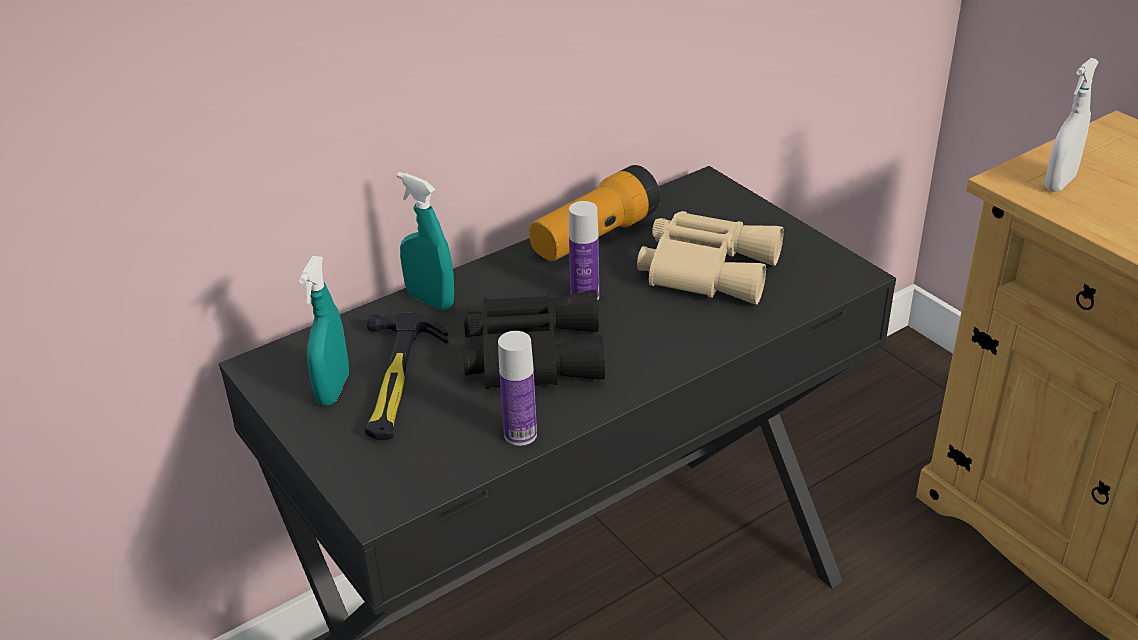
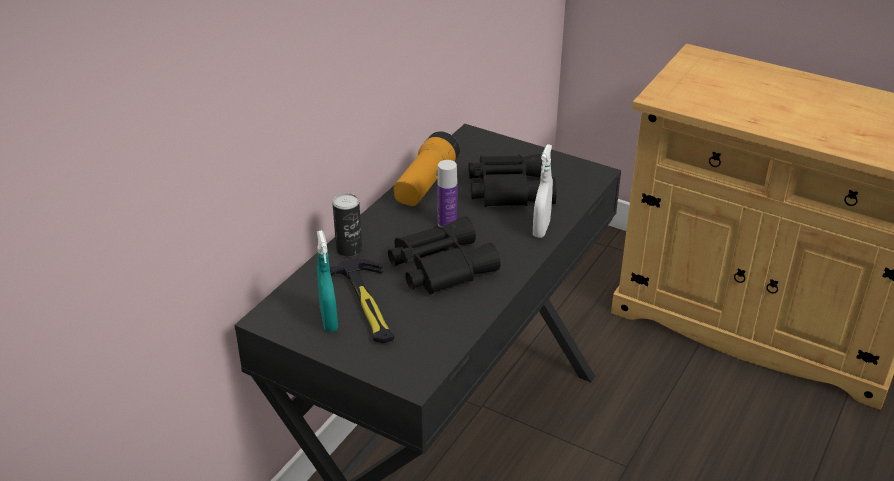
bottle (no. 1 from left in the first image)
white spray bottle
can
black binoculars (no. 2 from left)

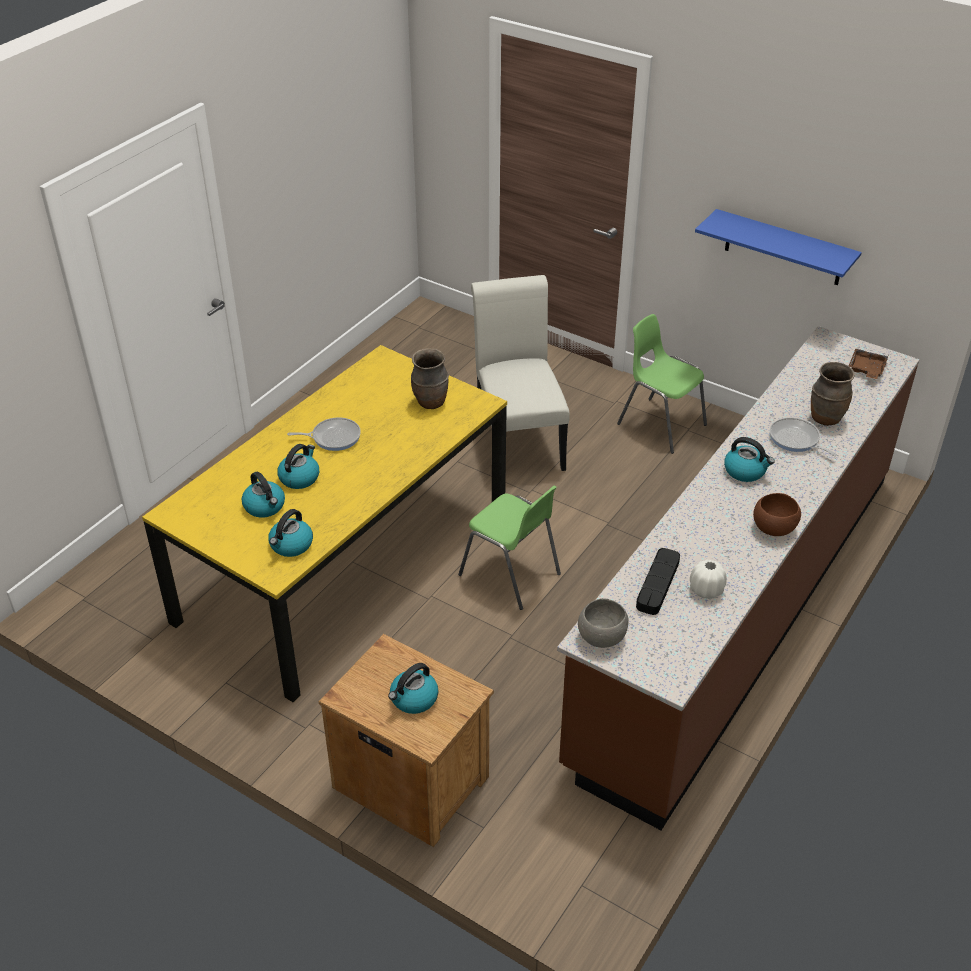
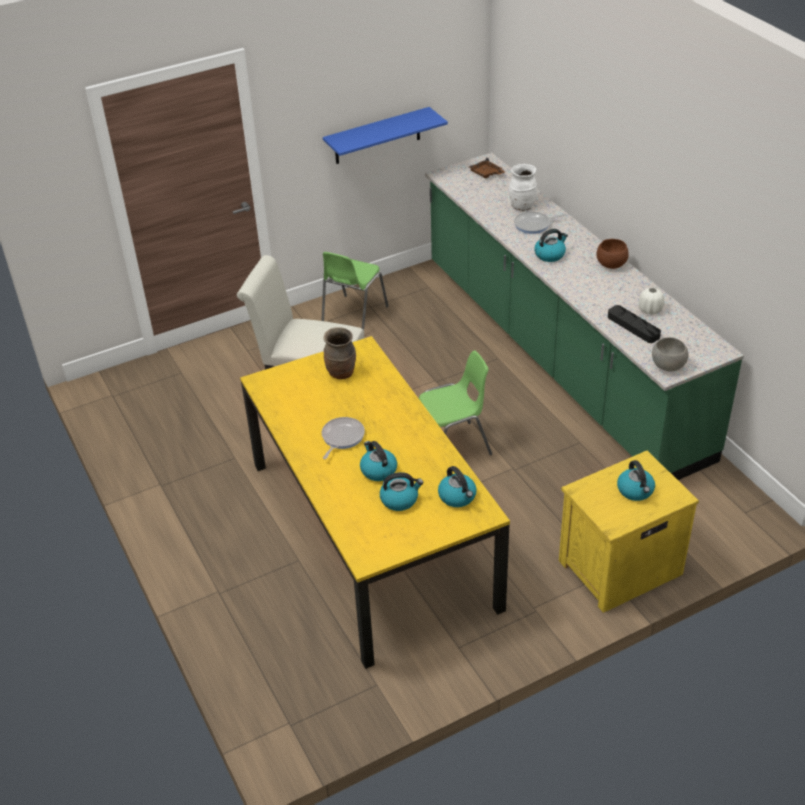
yellow nightstand
green counter
white vase (no. 1 from left)
green chair (no. 1 from left)

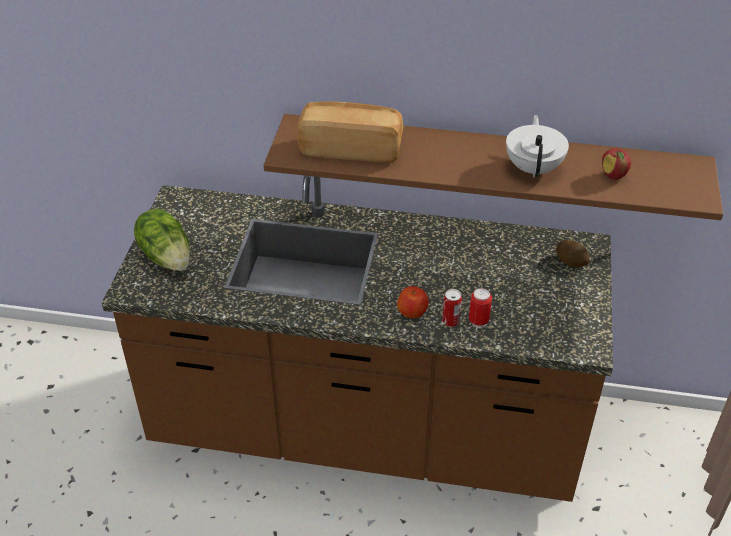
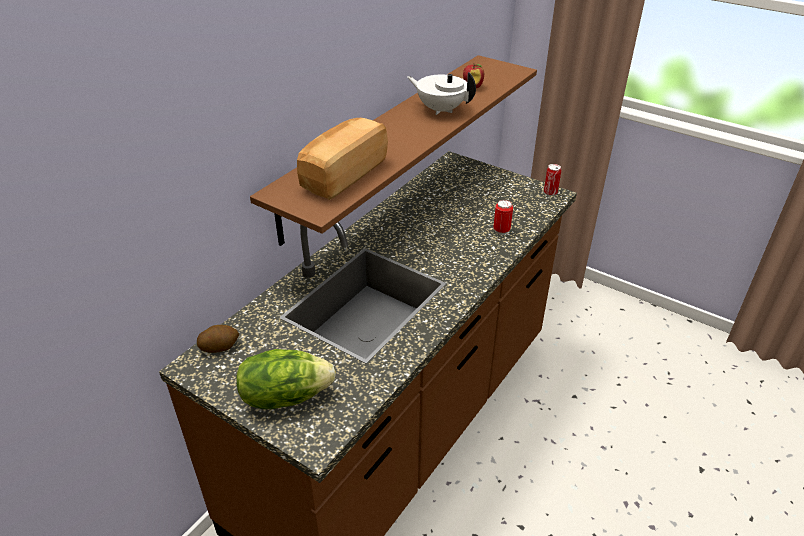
apple (no. 1 from left in the first image)
can (no. 2 from left)
potato

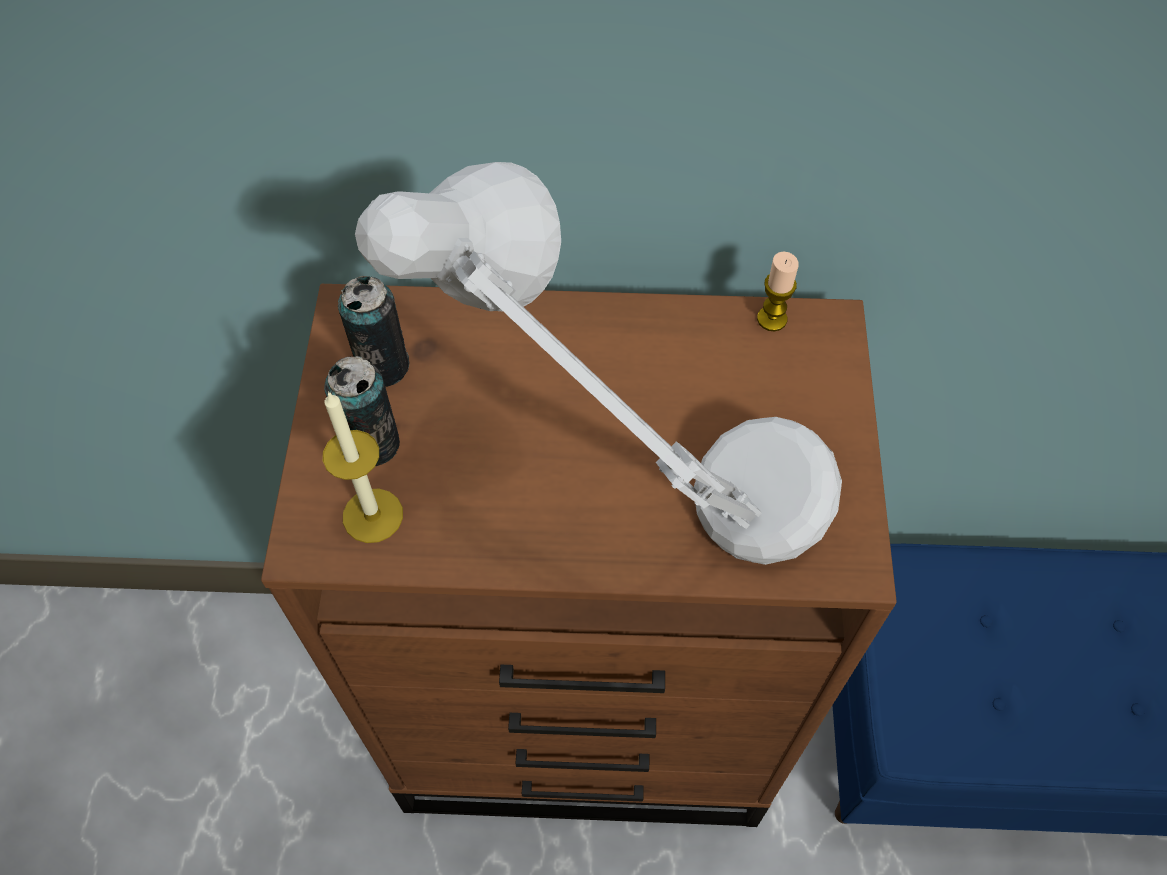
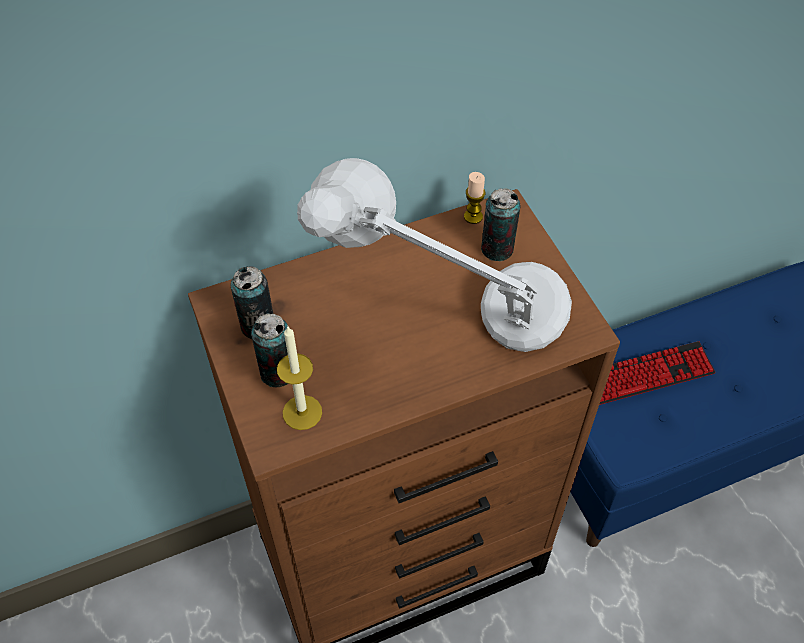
can (no. 3 from left)
keyboard

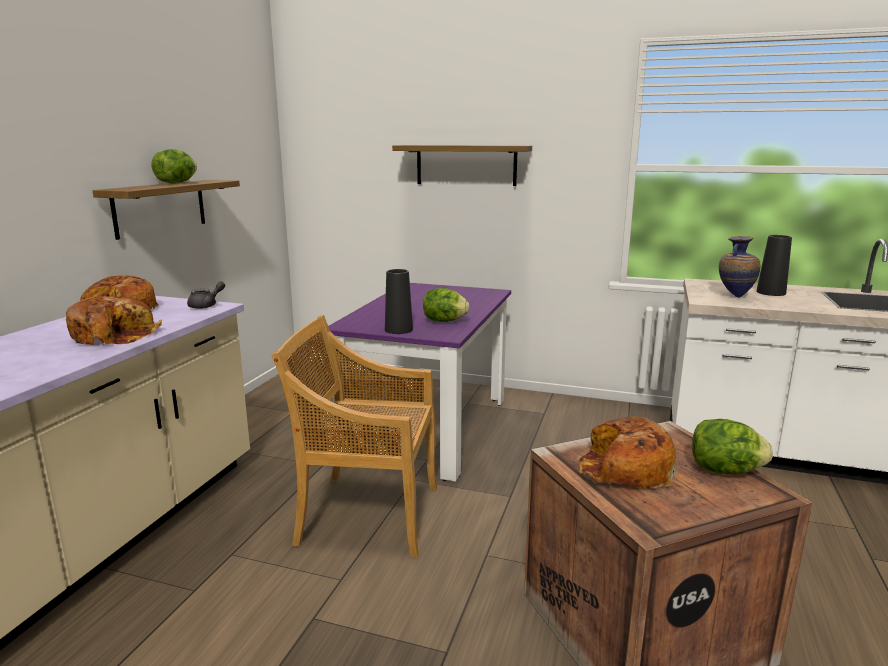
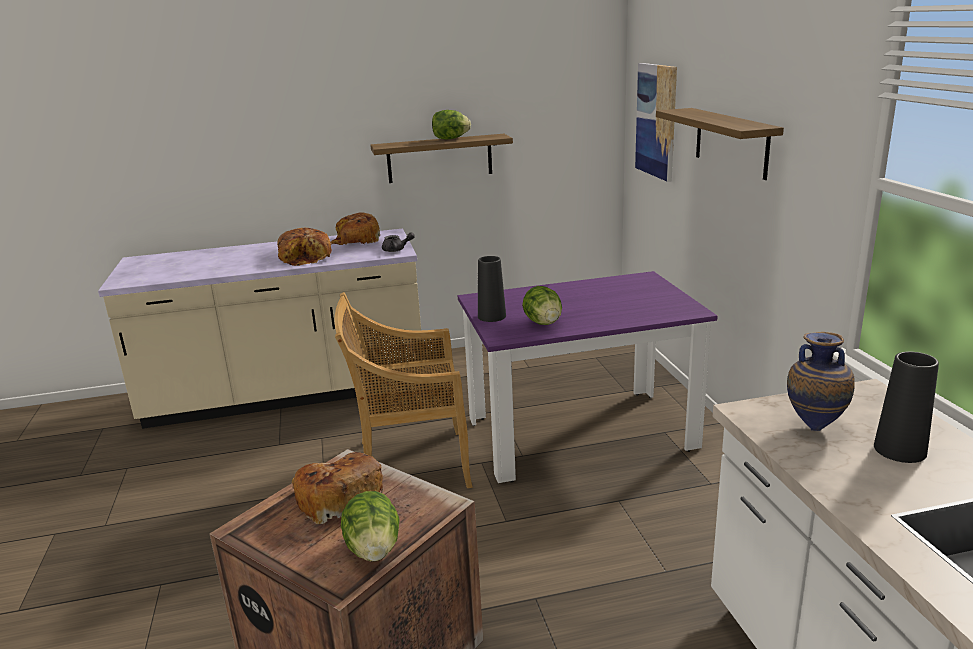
picture
beige chair

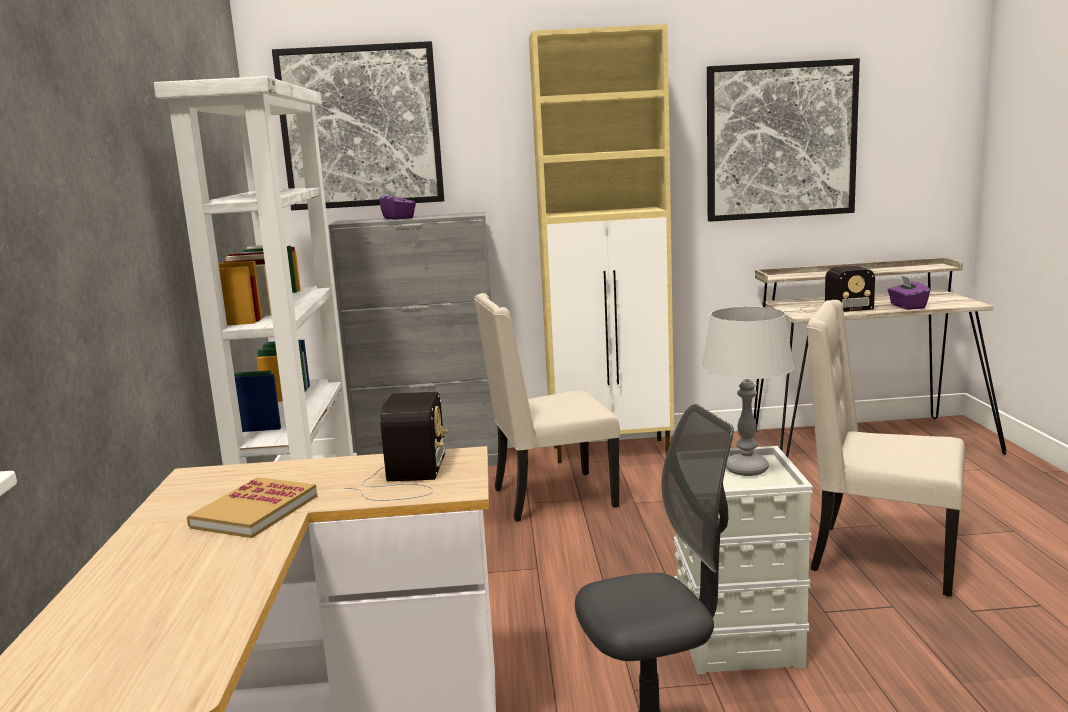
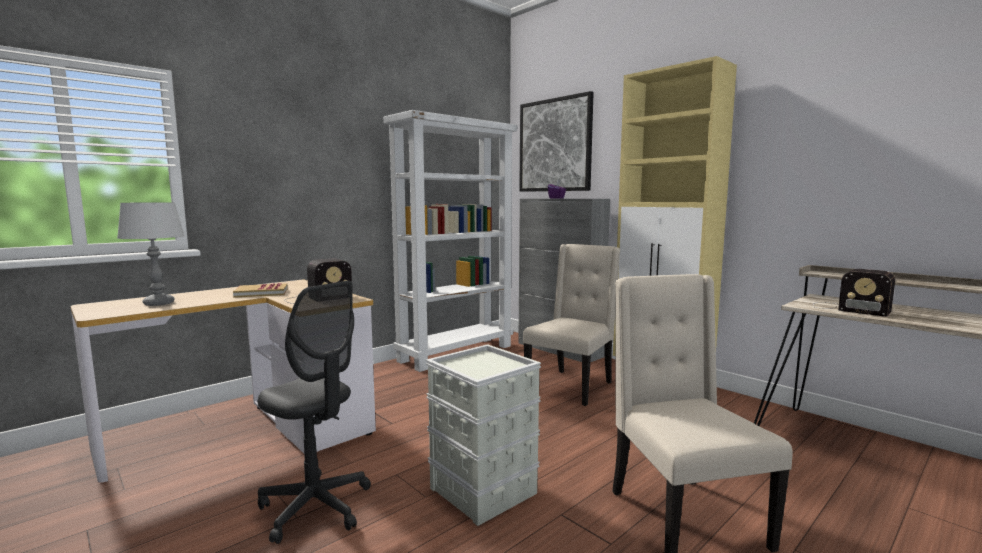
picture (no. 2 from left in the first image)
purple tissue box (no. 2 from left in the first image)
grey table lamp
beige chair (no. 1 from left)

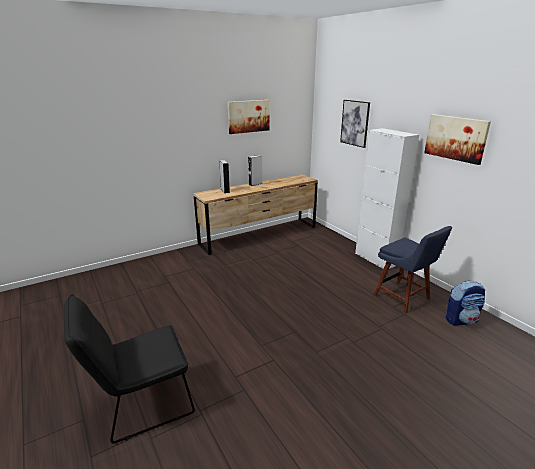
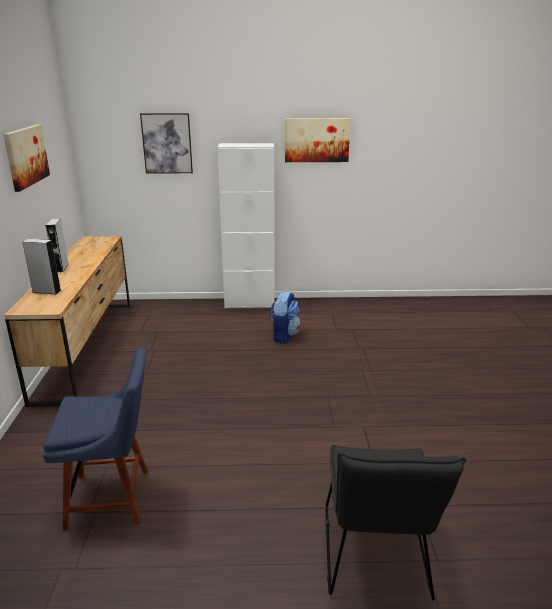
blue chair
backpack

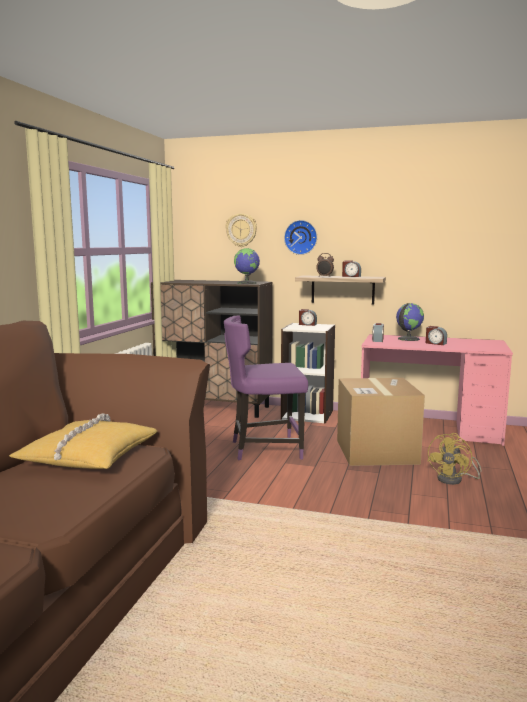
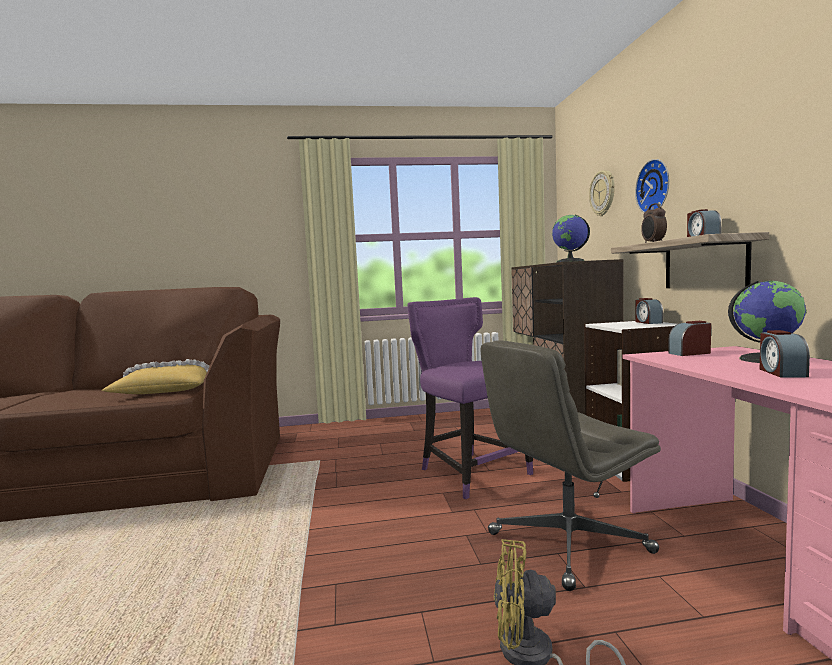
grey office chair

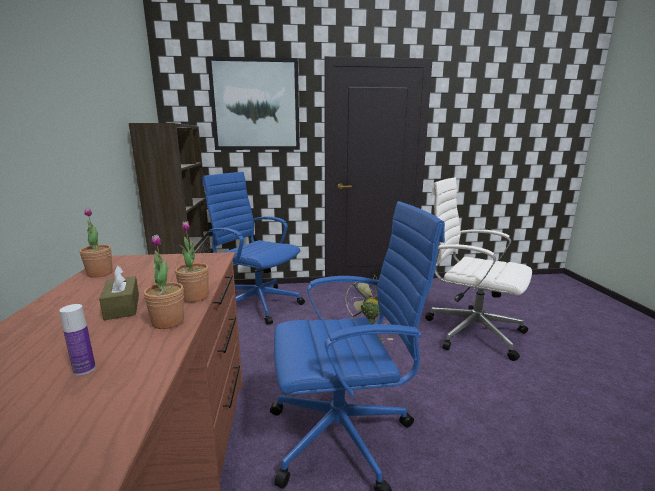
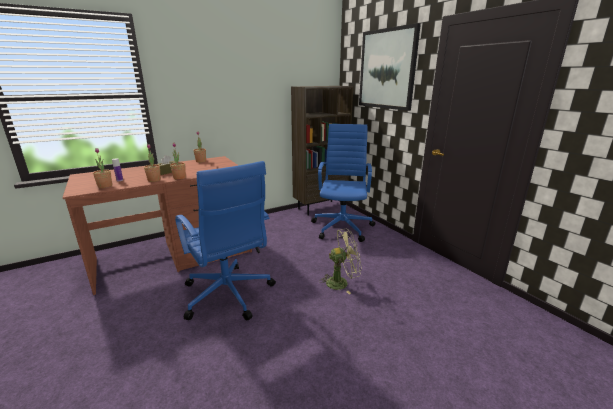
white office chair
potted plant (no. 1 from left)

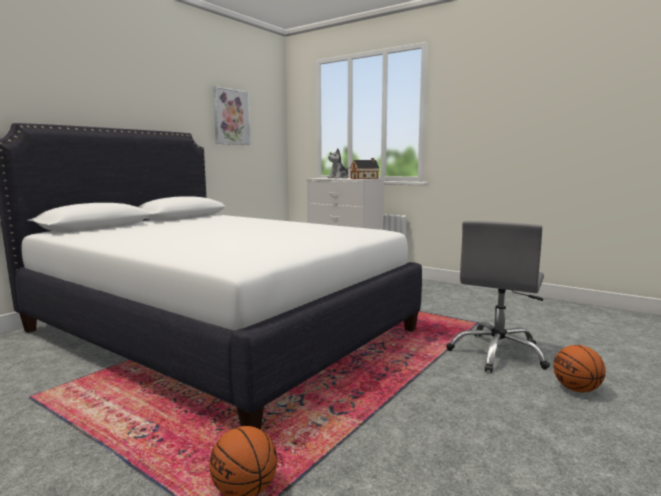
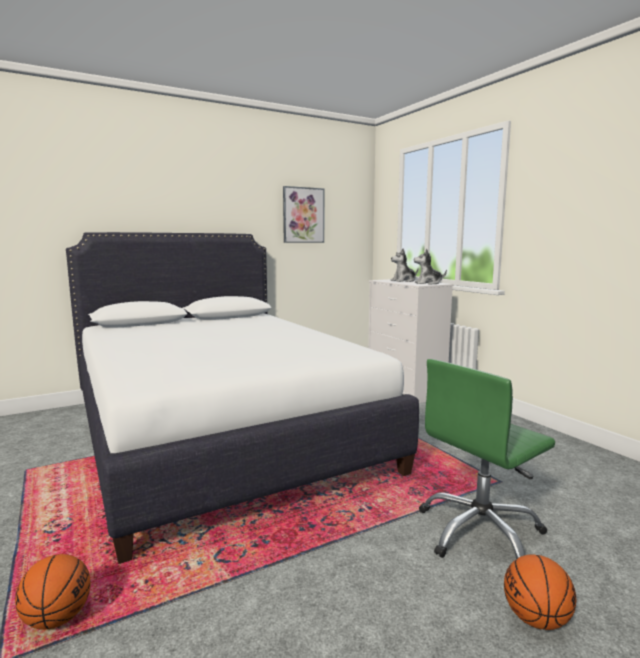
plush toy (no. 2 from left)
green office chair

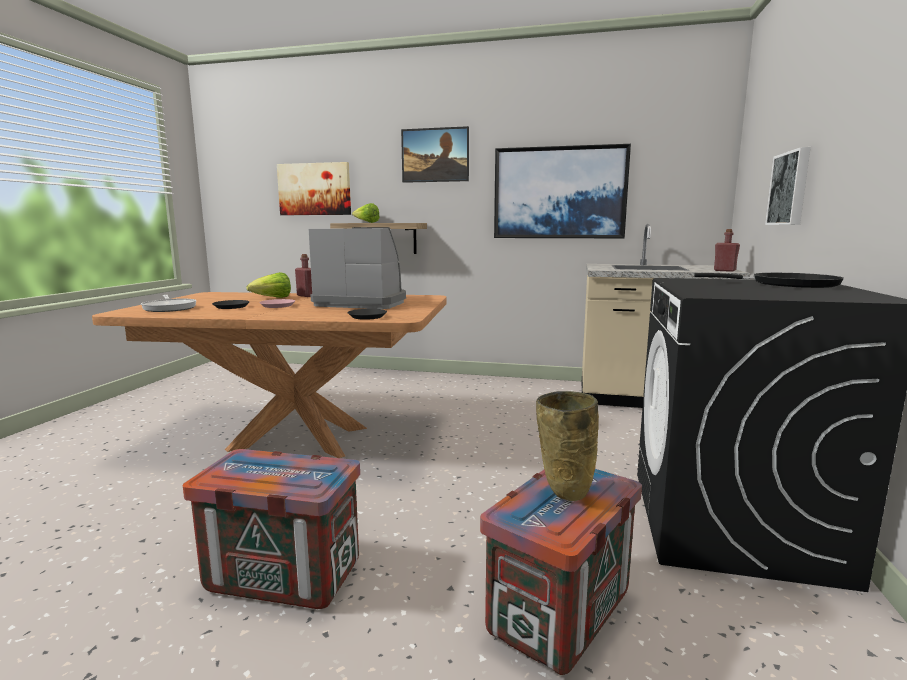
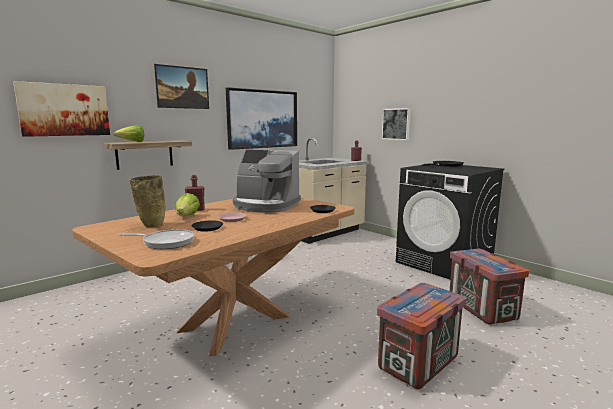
beige vase
coffee machine

